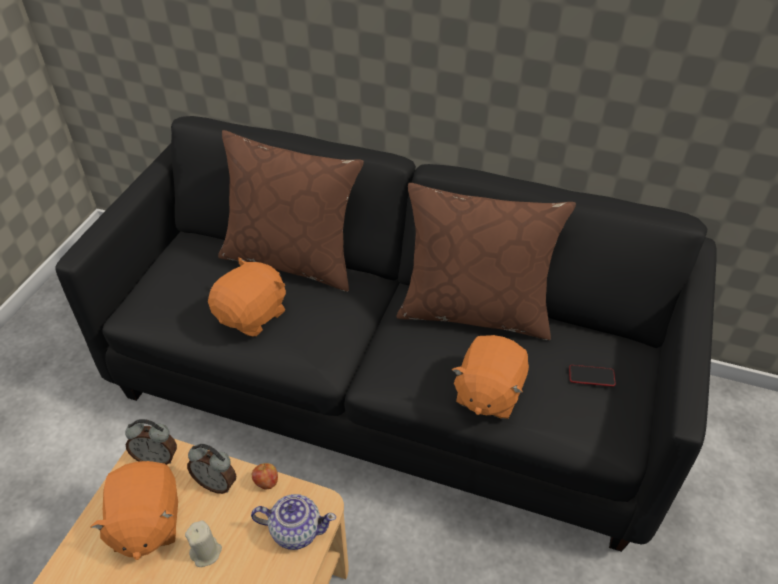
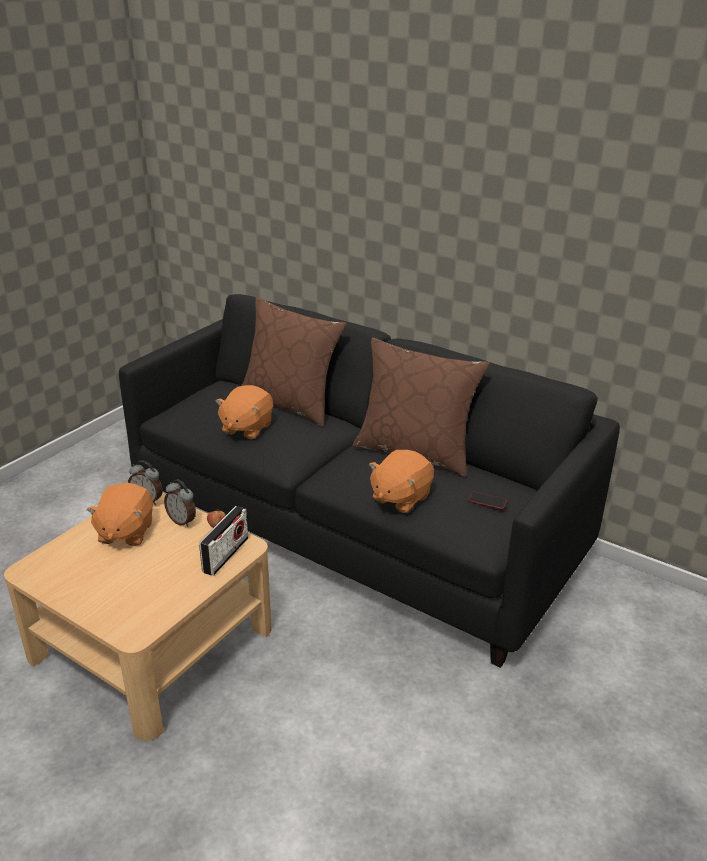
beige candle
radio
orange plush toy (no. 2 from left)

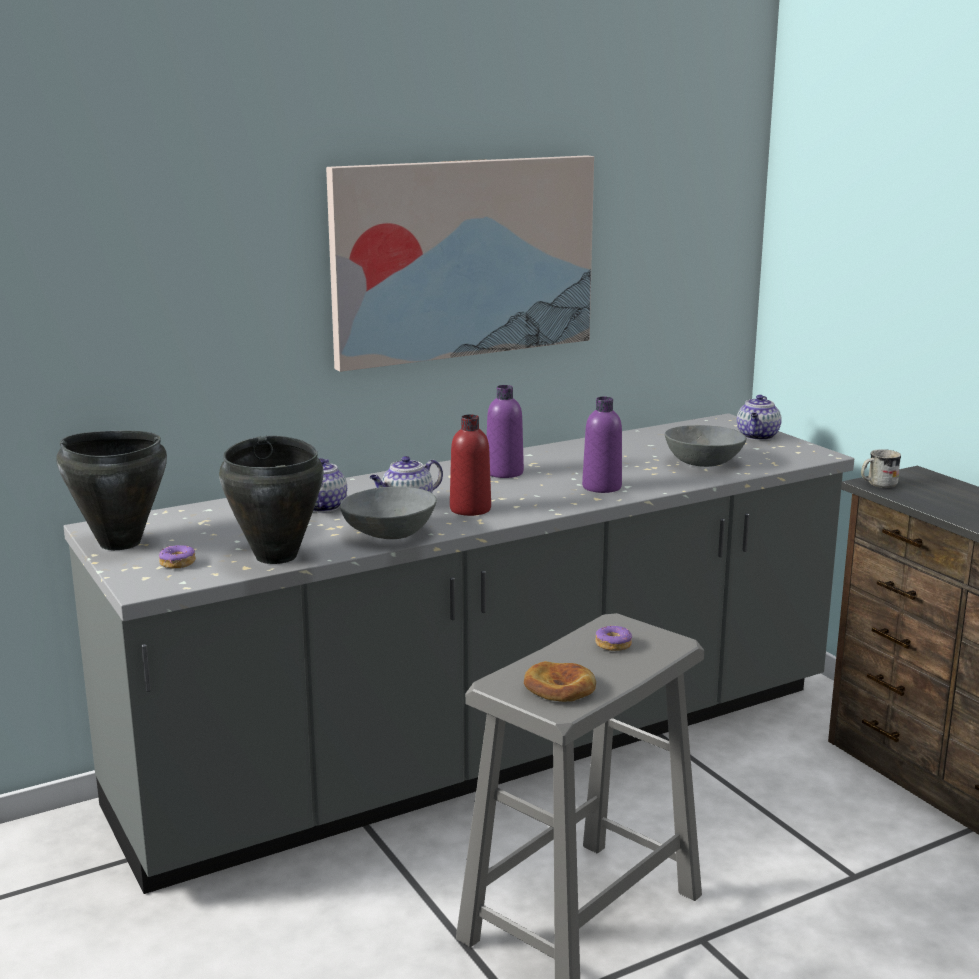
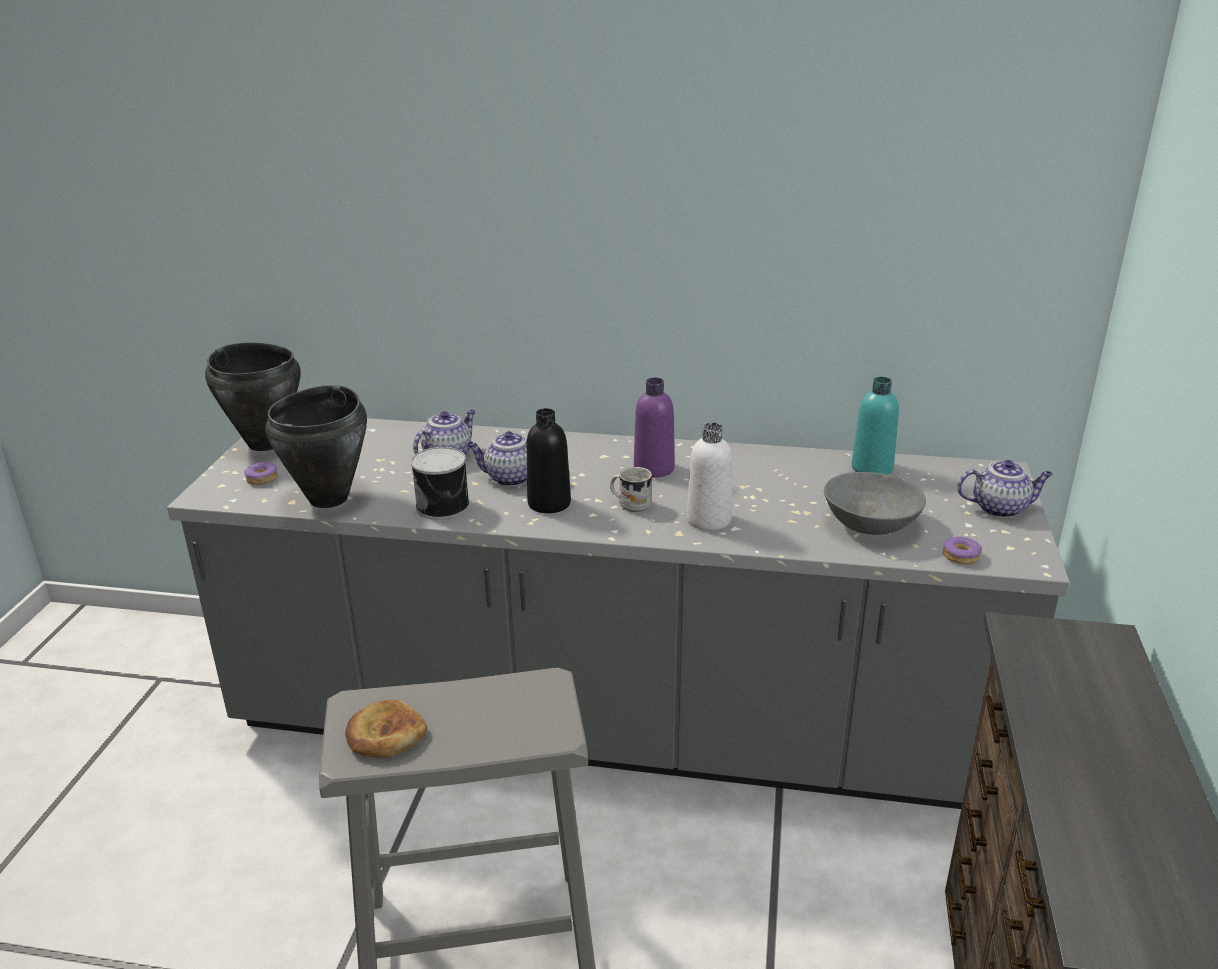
picture
turquoise bottle
donut (no. 2 from left)
white mug
can
black bottle
white bottle
teapot (no. 3 from left)

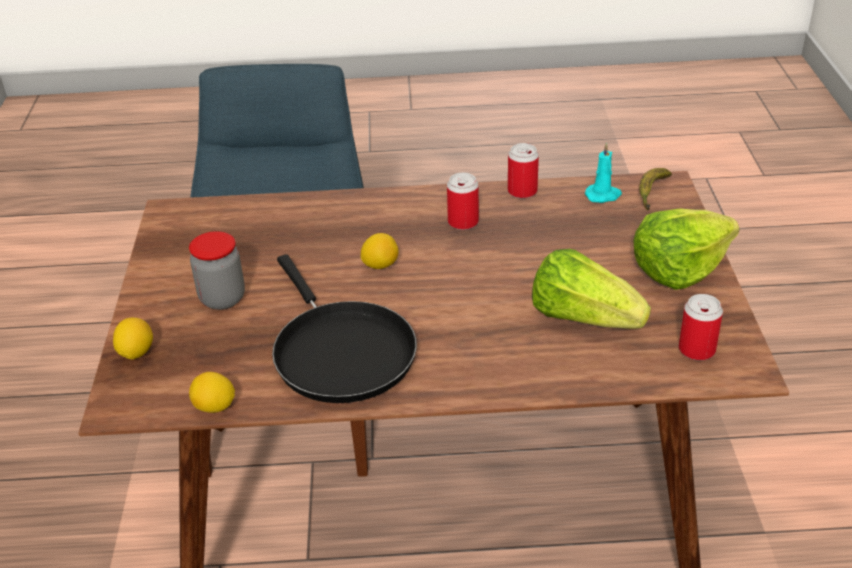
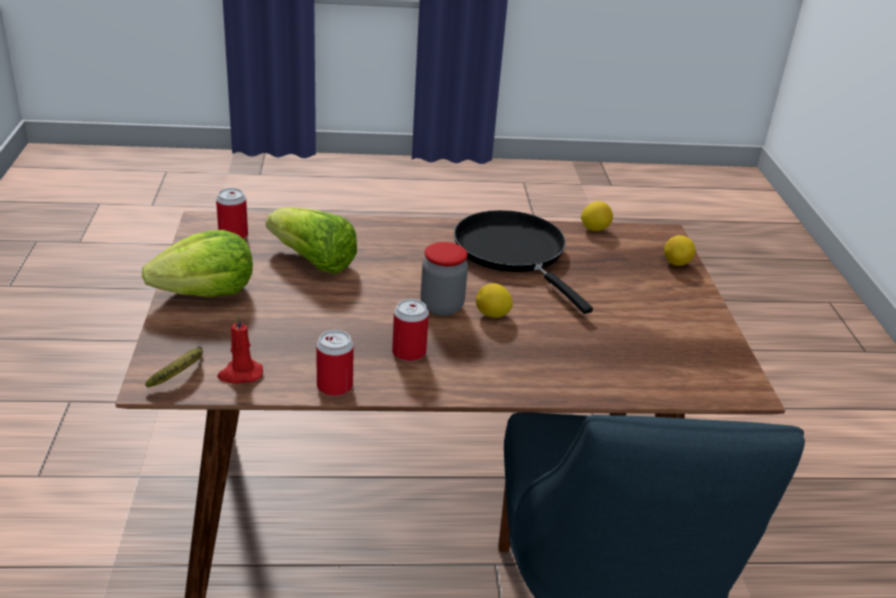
jar
red candle

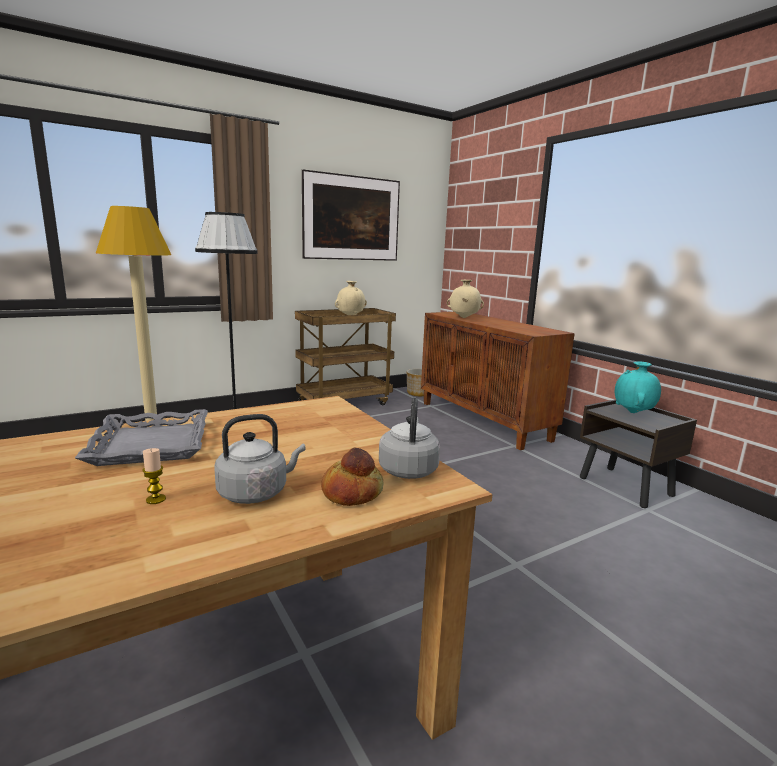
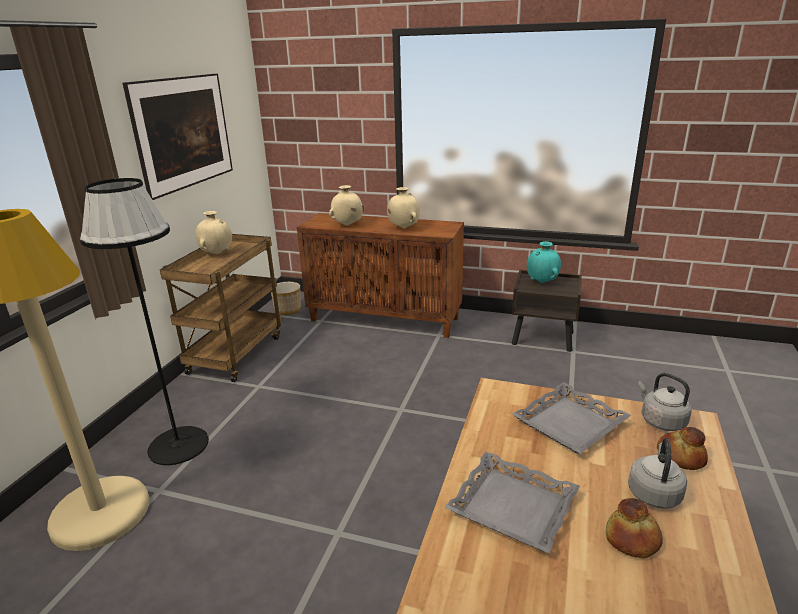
beige vase (no. 3 from left)
grey tray (no. 2 from left)
bread (no. 1 from left)

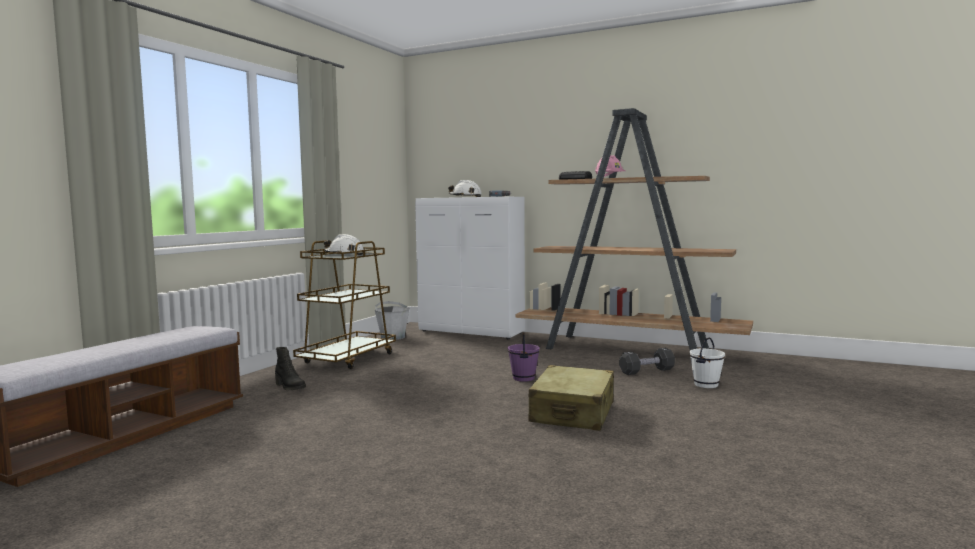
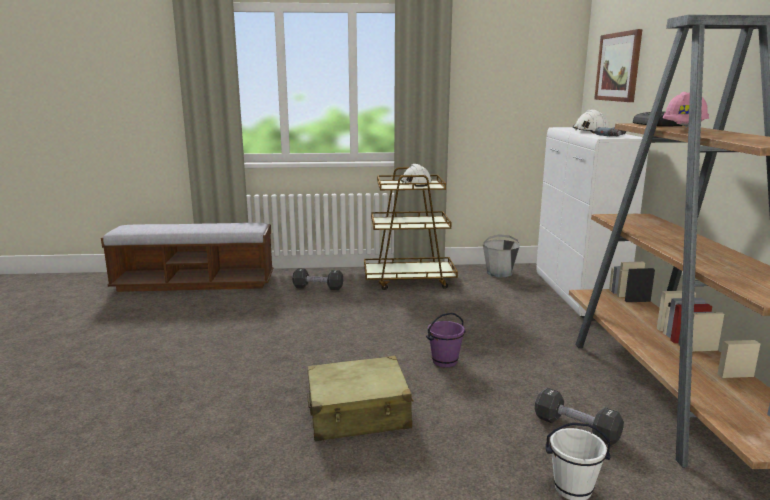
picture
black dumbbell (no. 1 from left)

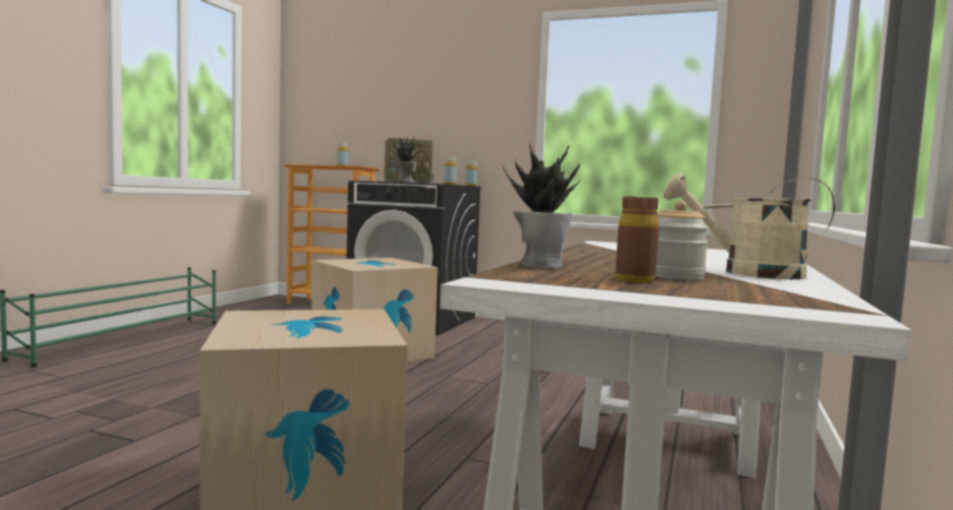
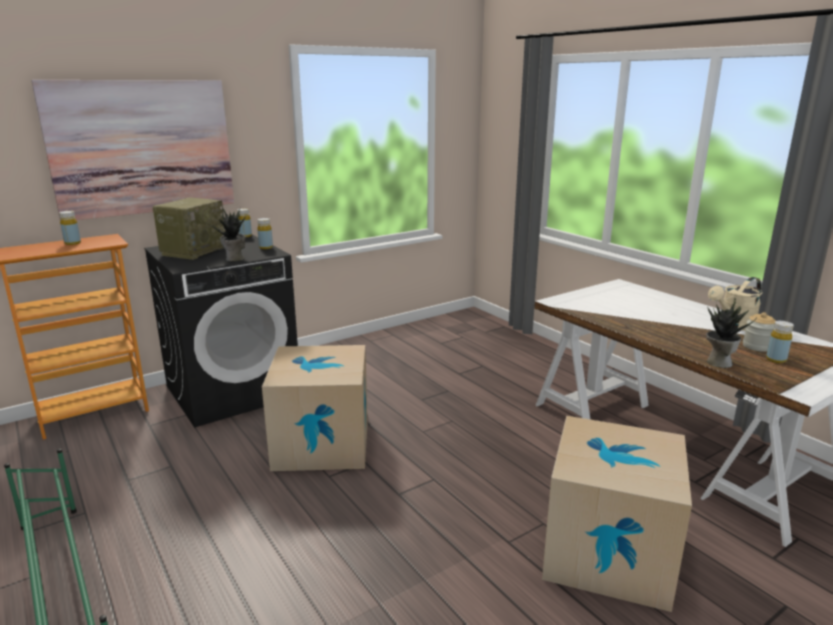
picture
yellow bottle (no. 4 from left)

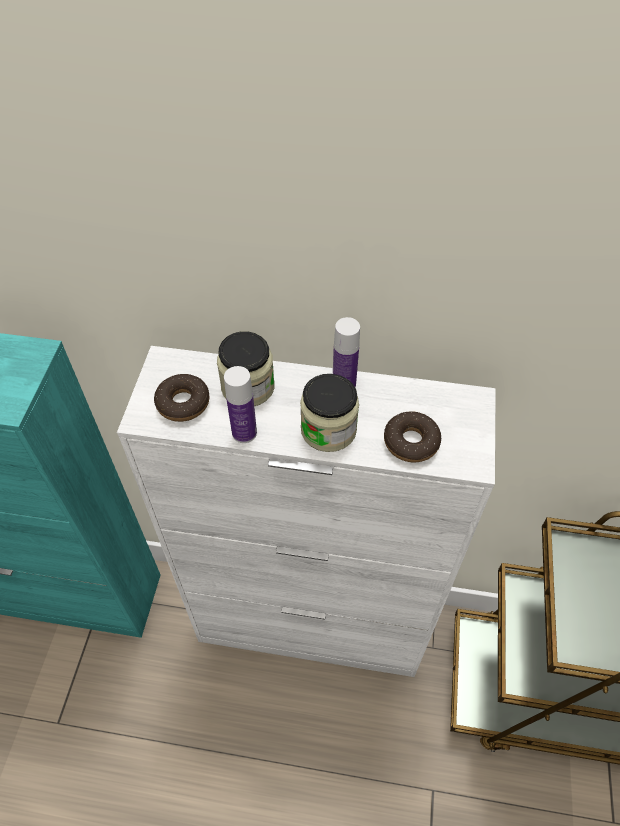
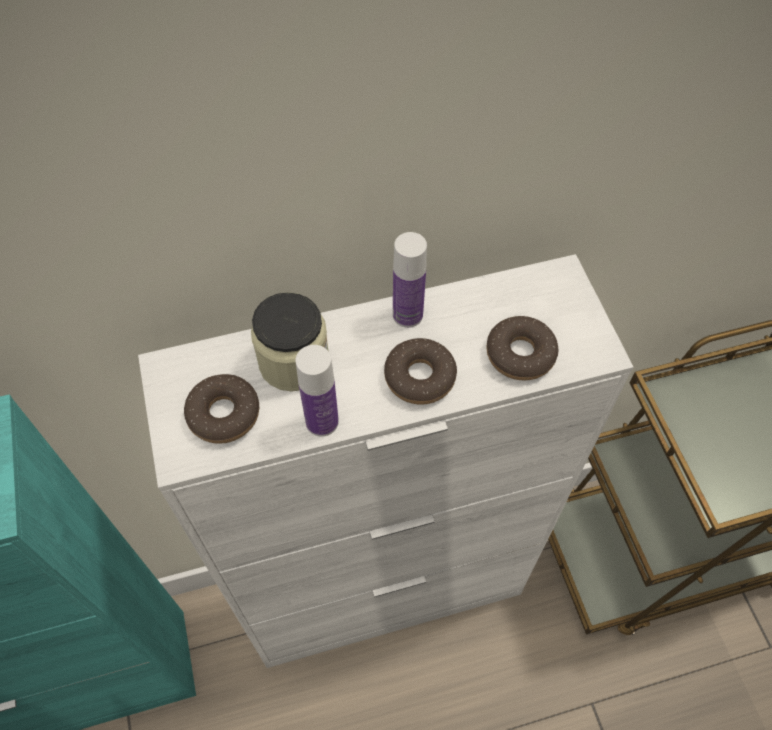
donut (no. 2 from left)

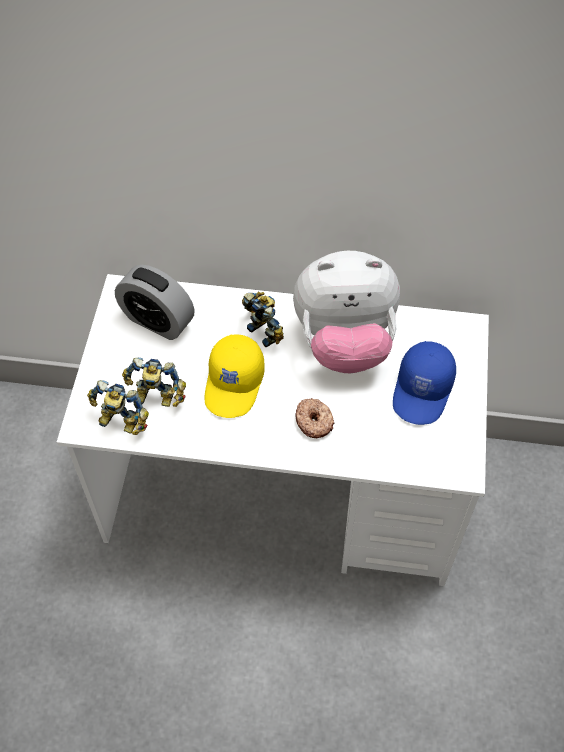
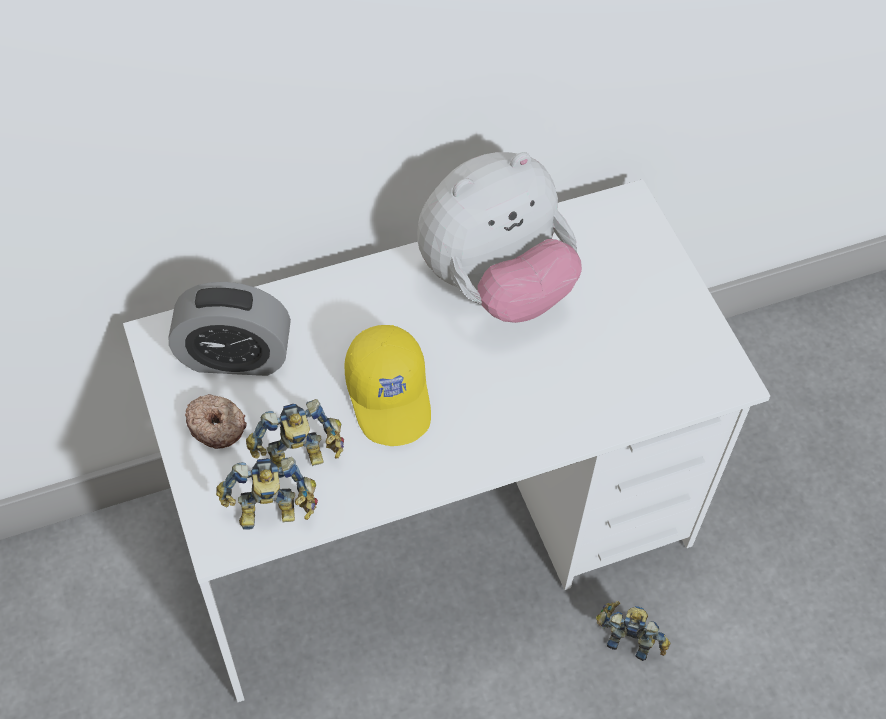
blue cap
toy robot (no. 3 from left)
donut

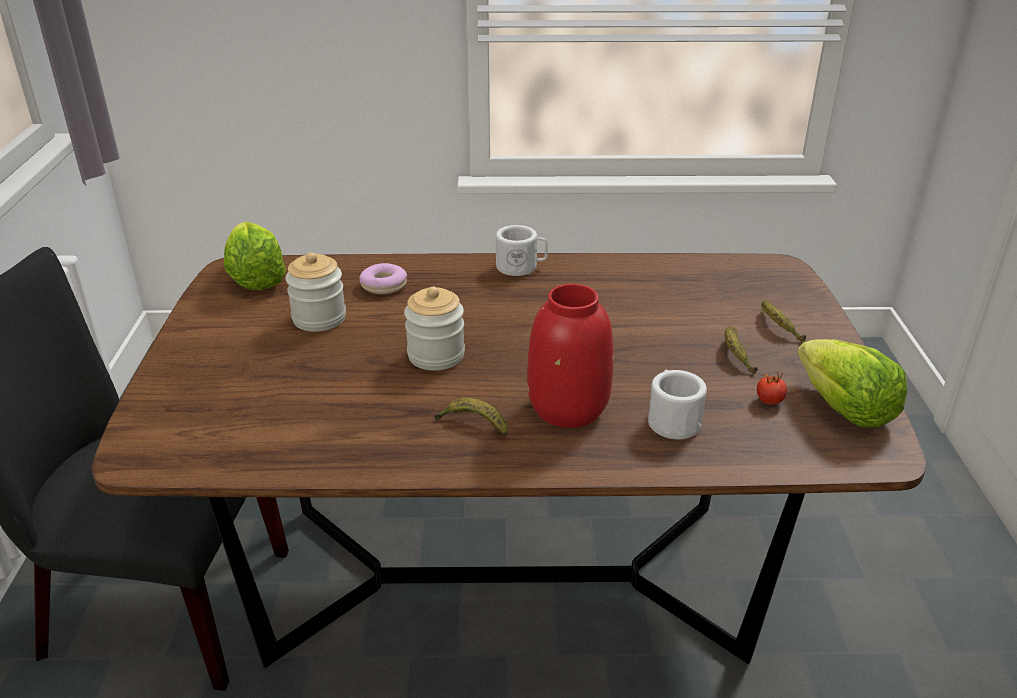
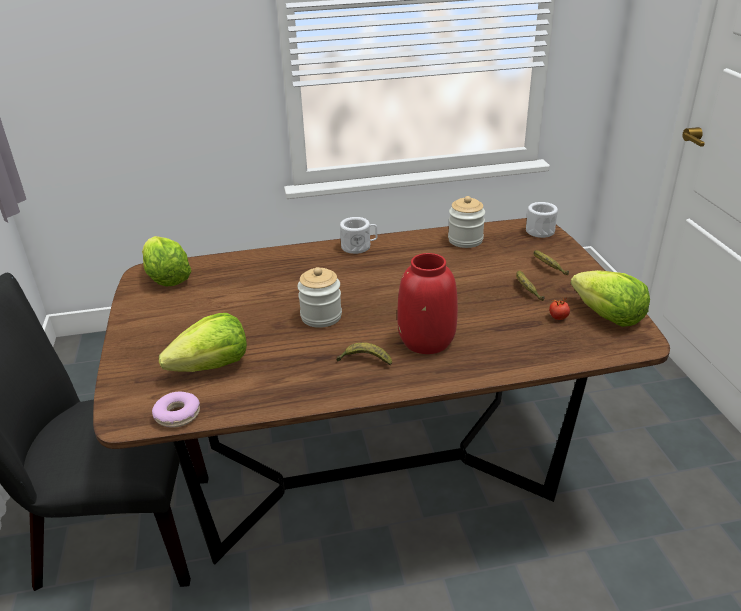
lettuce (no. 2 from left)
jar (no. 2 from left)
donut
white mug (no. 2 from left)

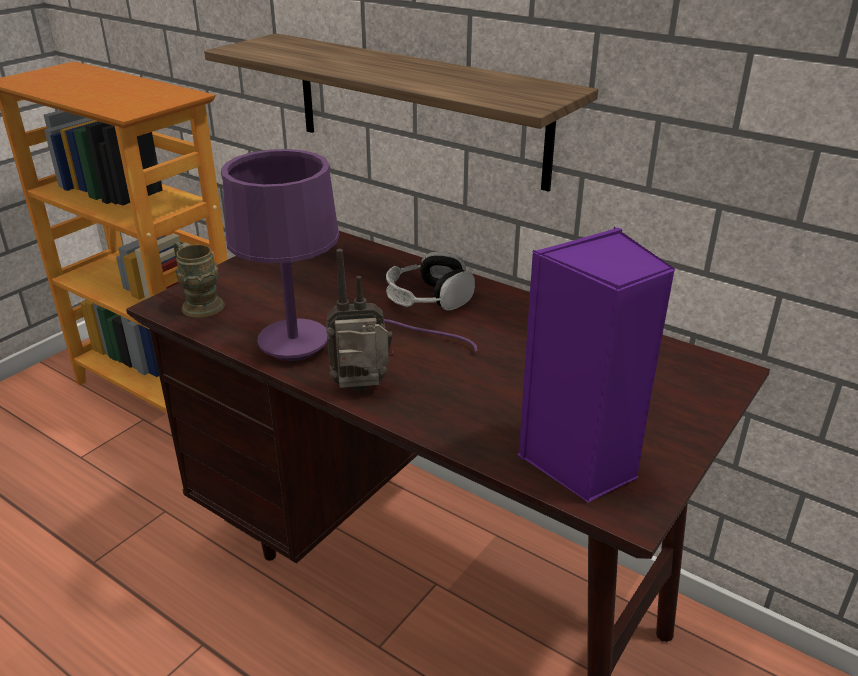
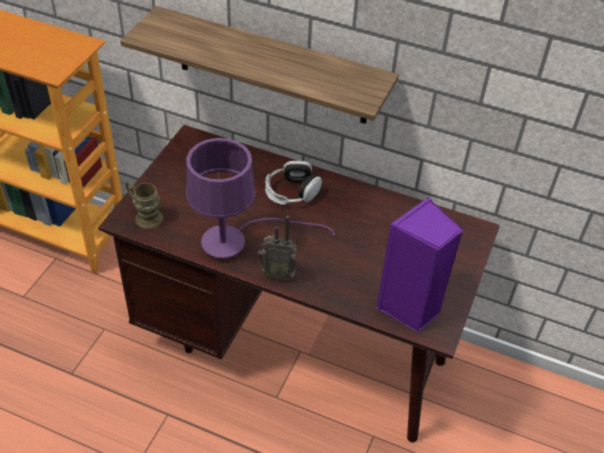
radio

